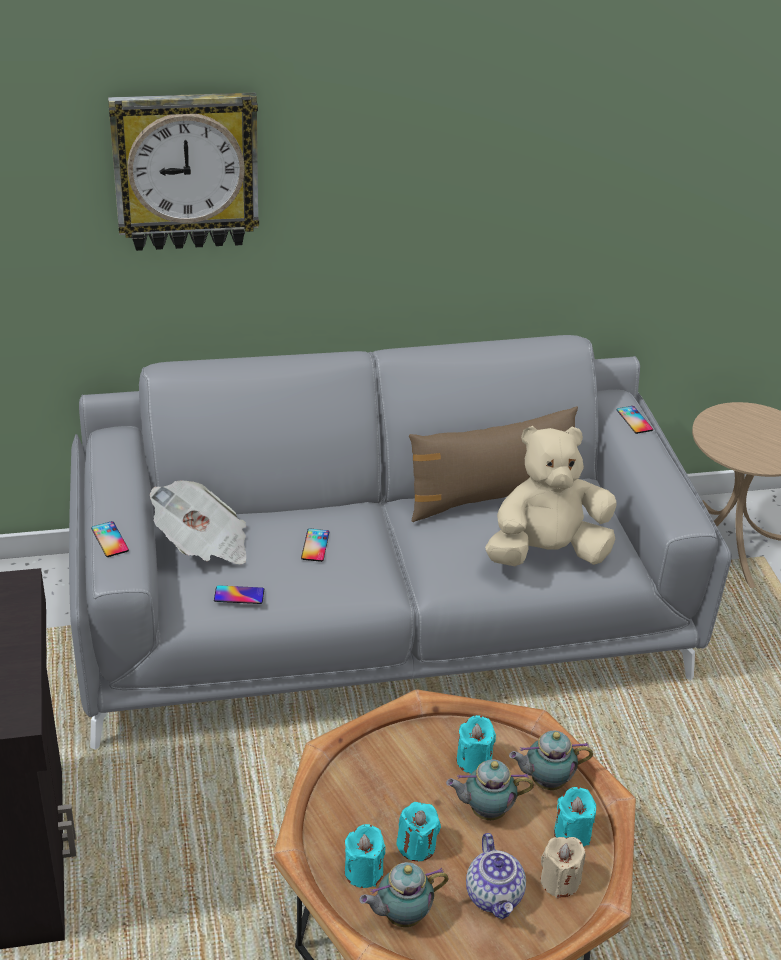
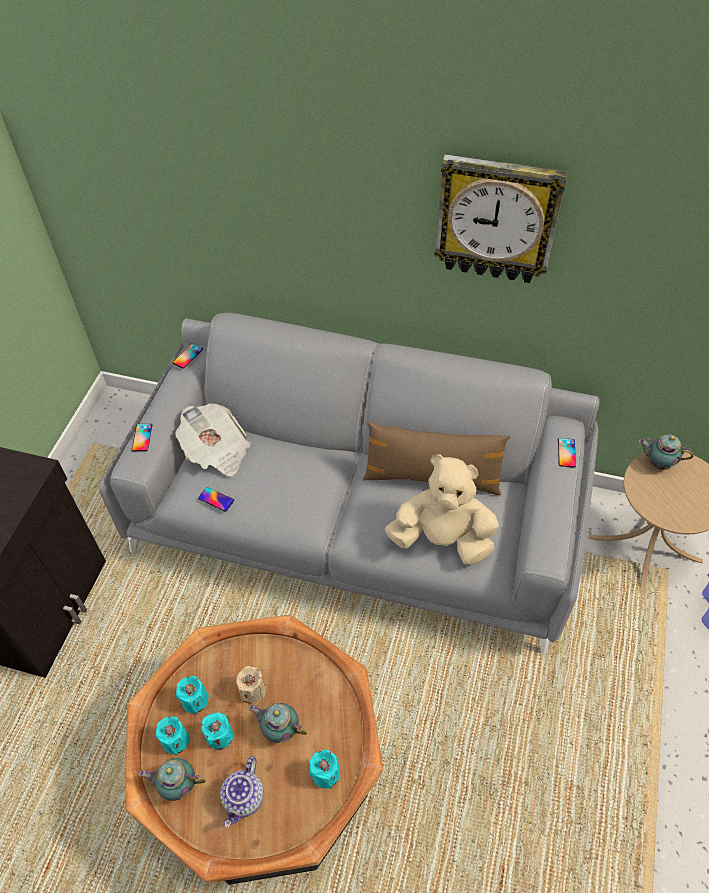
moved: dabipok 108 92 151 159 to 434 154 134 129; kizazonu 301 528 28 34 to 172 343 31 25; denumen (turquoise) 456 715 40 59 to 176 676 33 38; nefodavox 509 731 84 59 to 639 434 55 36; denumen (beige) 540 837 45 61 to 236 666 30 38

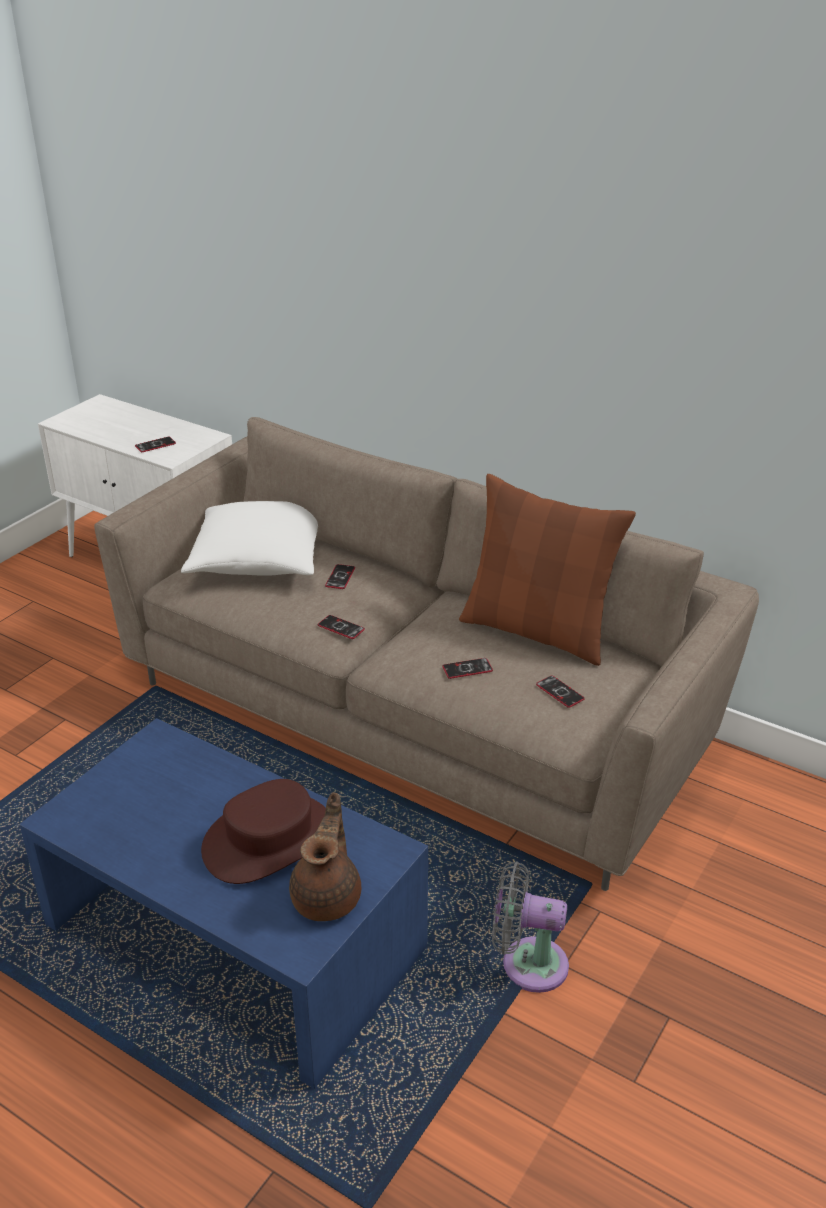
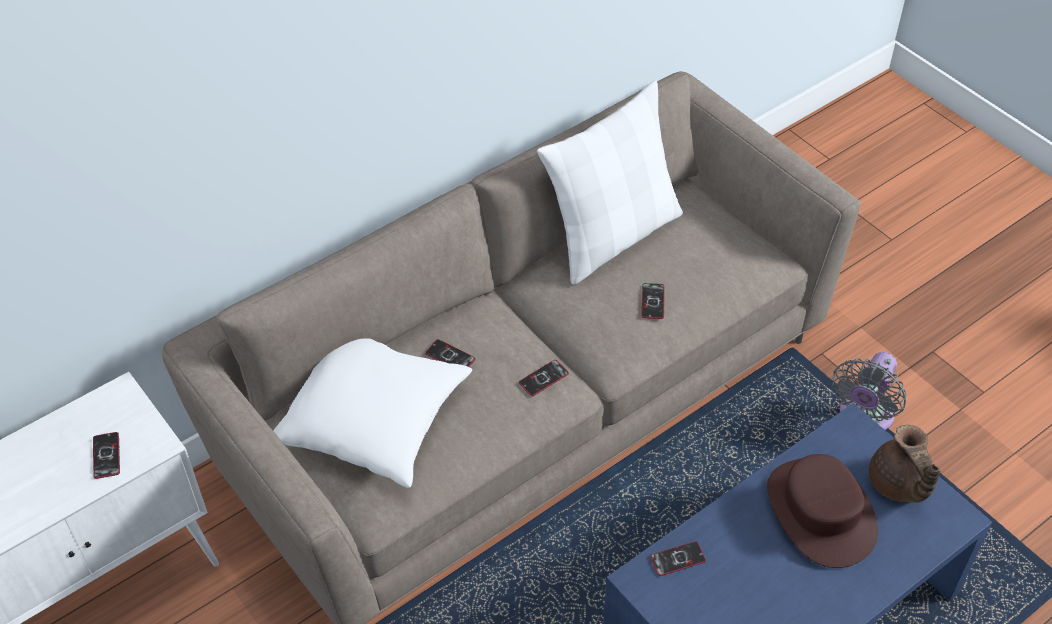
moved: kizazonu 536 675 49 33 to 650 541 56 35
recoloured: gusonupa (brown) 459 474 177 192 to gusonupa (white) 537 80 146 205
turned: nefodavox (brown) 289 792 72 129 = 869 425 71 78 135 degrees counterclockwise

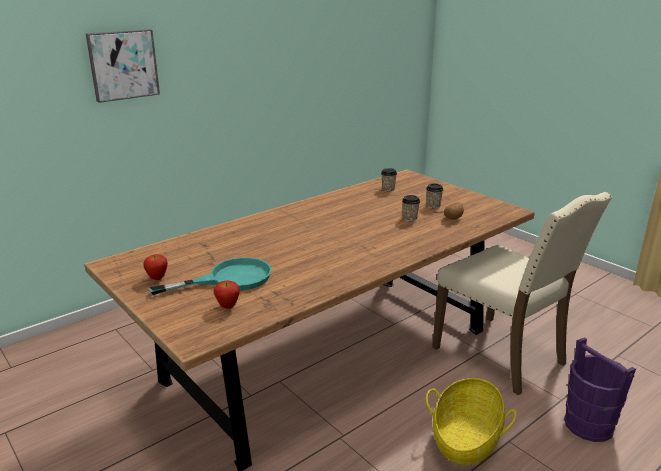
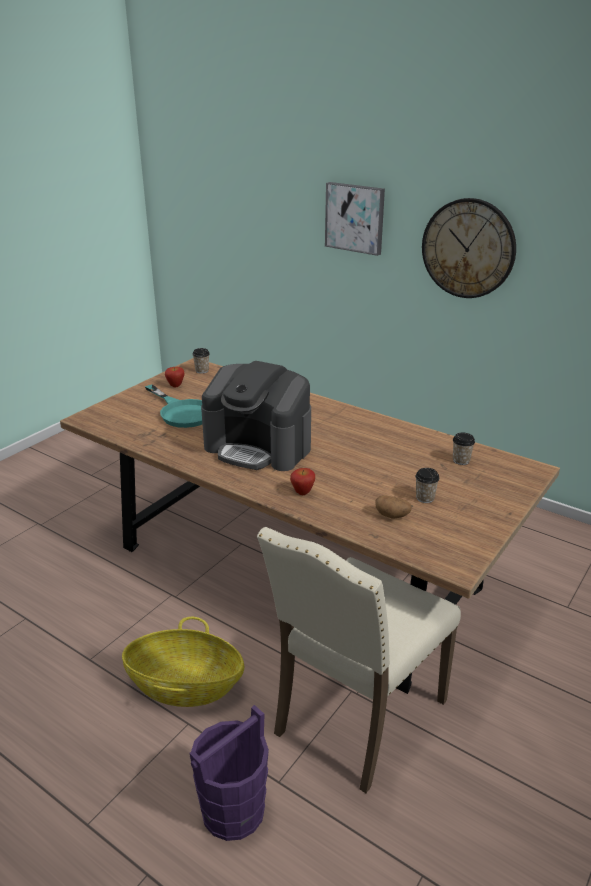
added: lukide 201 361 110 110; dabipok 422 198 94 100
moved: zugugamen 214 281 26 28 to 290 468 25 27; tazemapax 402 195 18 26 to 192 348 18 26

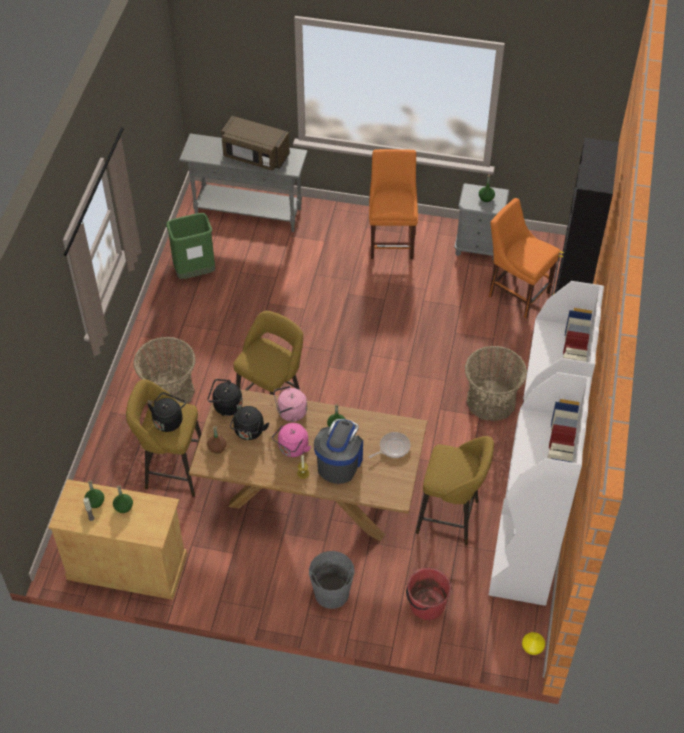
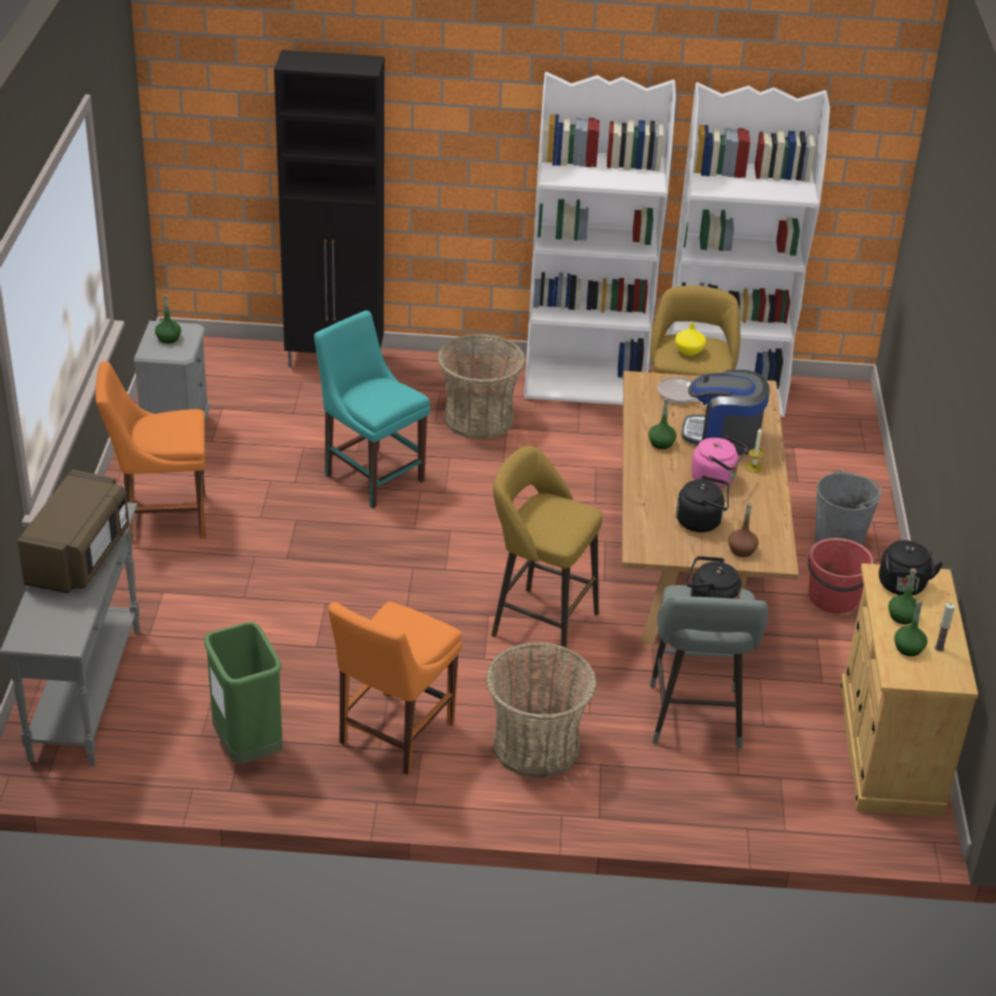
removed: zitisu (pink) 274 386 33 36
added: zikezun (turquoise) 314 310 116 199
moved: zitisu (black) 207 379 36 37 to 879 540 64 55; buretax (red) 406 568 45 52 to 808 538 67 75; zikezun (orange) 489 198 72 120 to 328 602 134 173; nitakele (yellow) 522 632 23 23 to 675 323 31 33
recoloured: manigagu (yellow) 126 379 75 118 to manigagu (grey) 650 585 118 164

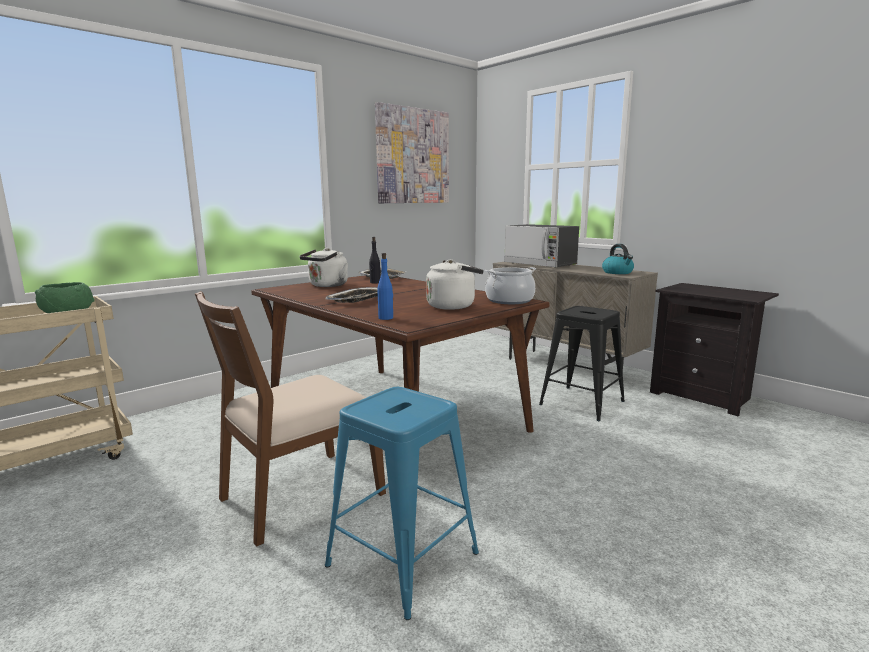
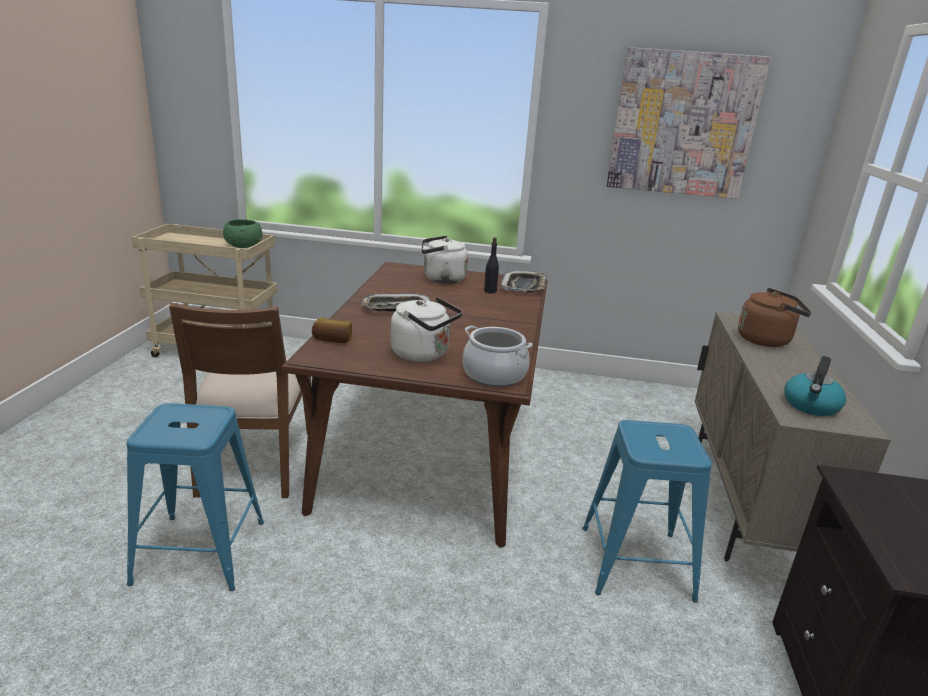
replaced: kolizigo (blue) 377 253 16 67 to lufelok 312 318 40 25; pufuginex 504 224 75 44 to zitisu (brown) 738 288 73 59
recoloured: manigagu (black) 539 306 86 115 to manigagu (blue) 583 420 129 183
turned: zikezun (brown) 195 291 191 256 = 169 303 142 195 105 degrees counterclockwise

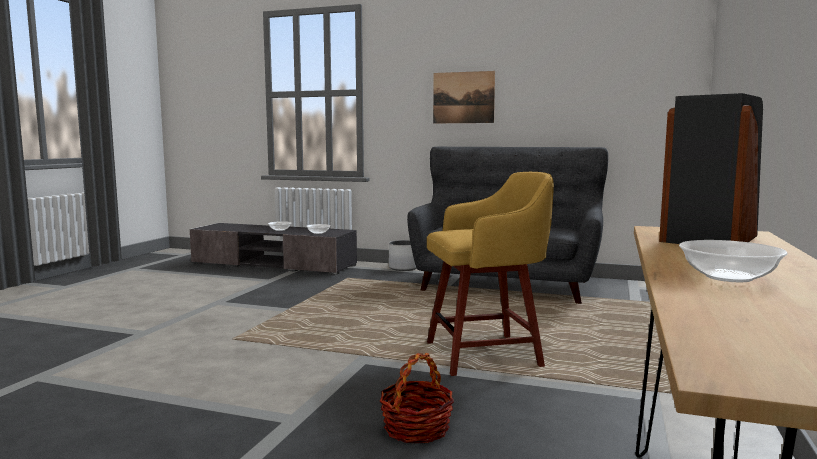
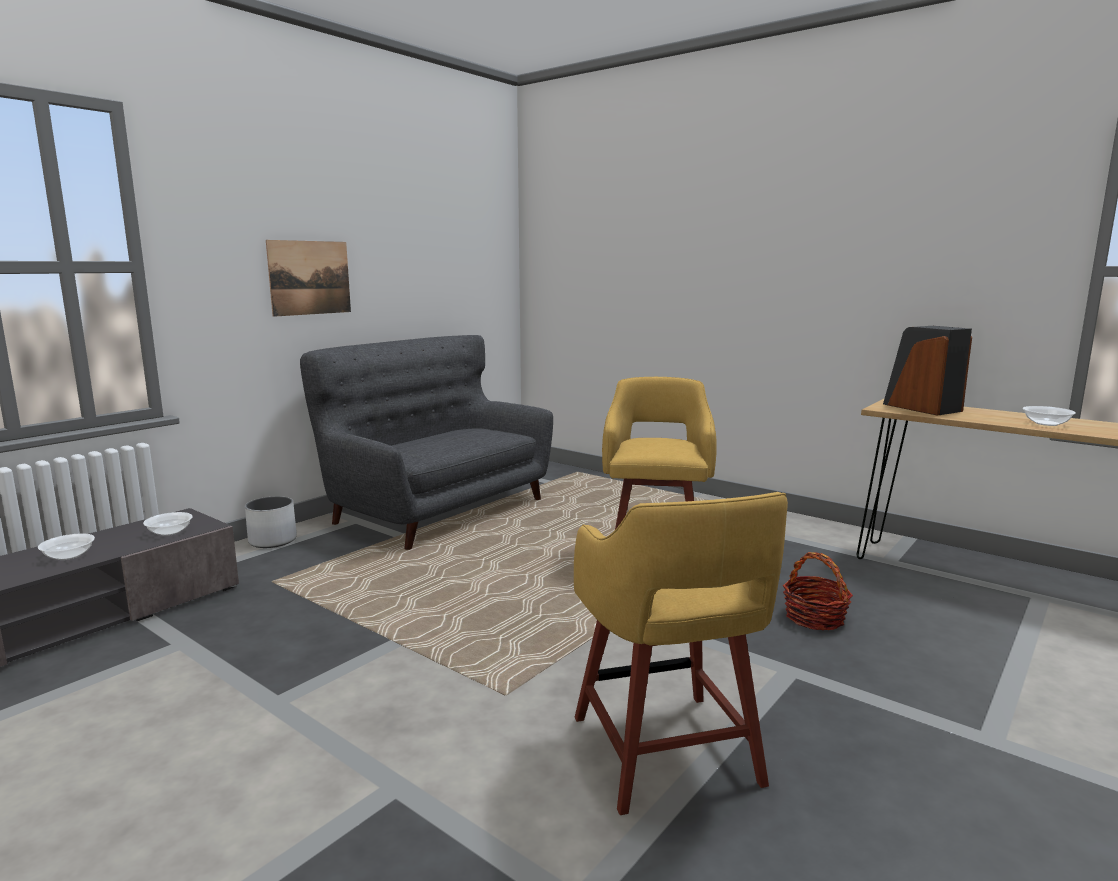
added: manigagu (yellow) 574 492 214 323

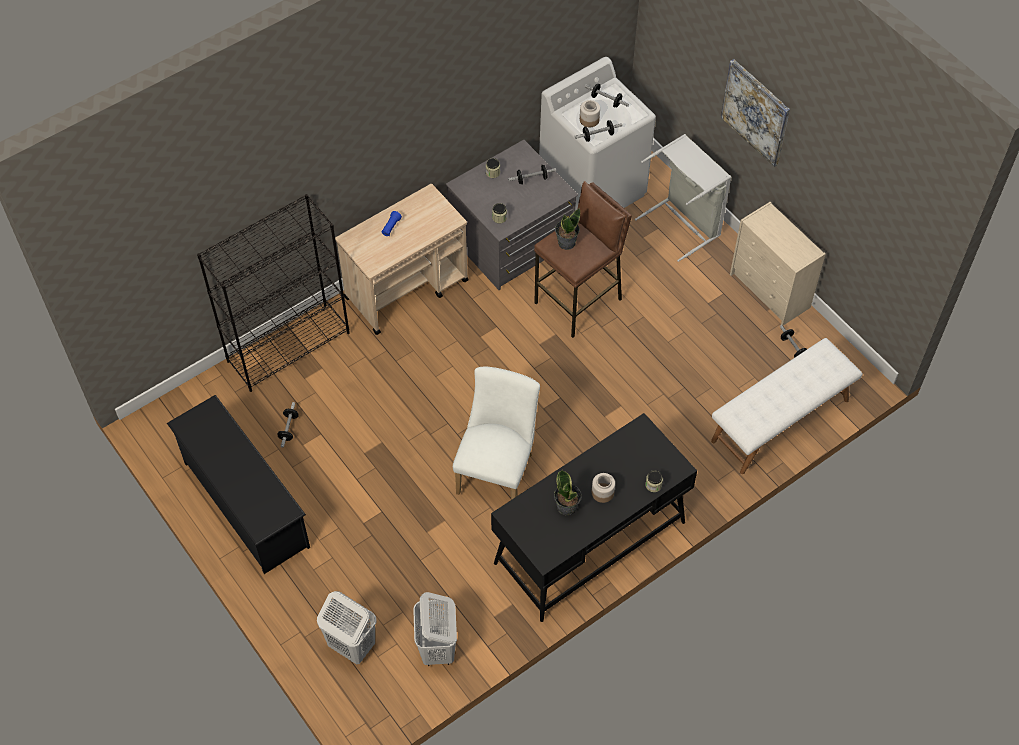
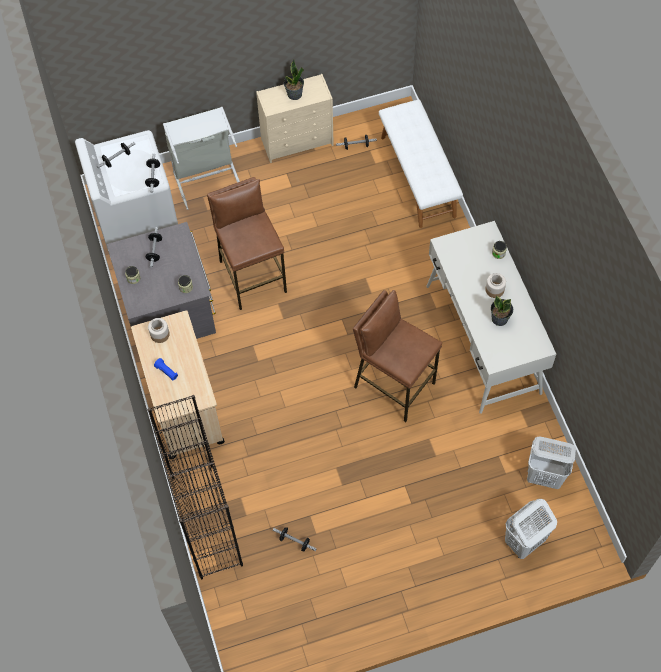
removed: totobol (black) 167 395 143 179; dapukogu 721 59 69 108
moved: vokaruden 555 208 25 42 to 284 58 20 42; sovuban 580 100 20 27 to 148 318 22 25
replaced: zikezun (white) 453 367 87 133 to manigagu (brown) 353 290 89 132
recoloured: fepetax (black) 491 413 206 209 to fepetax (white) 426 221 130 193

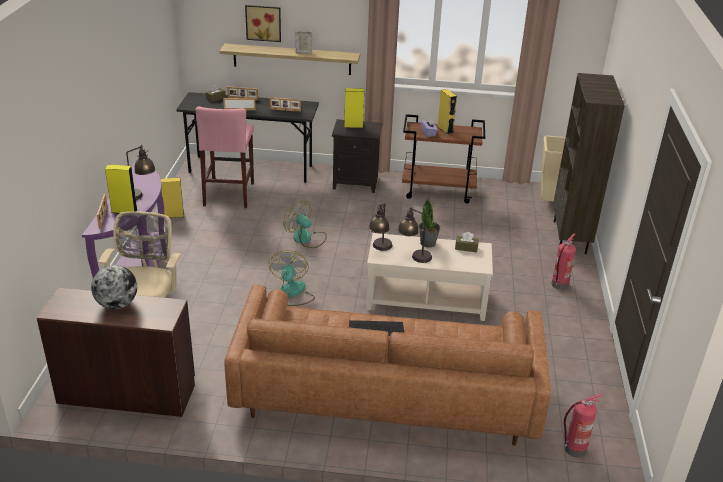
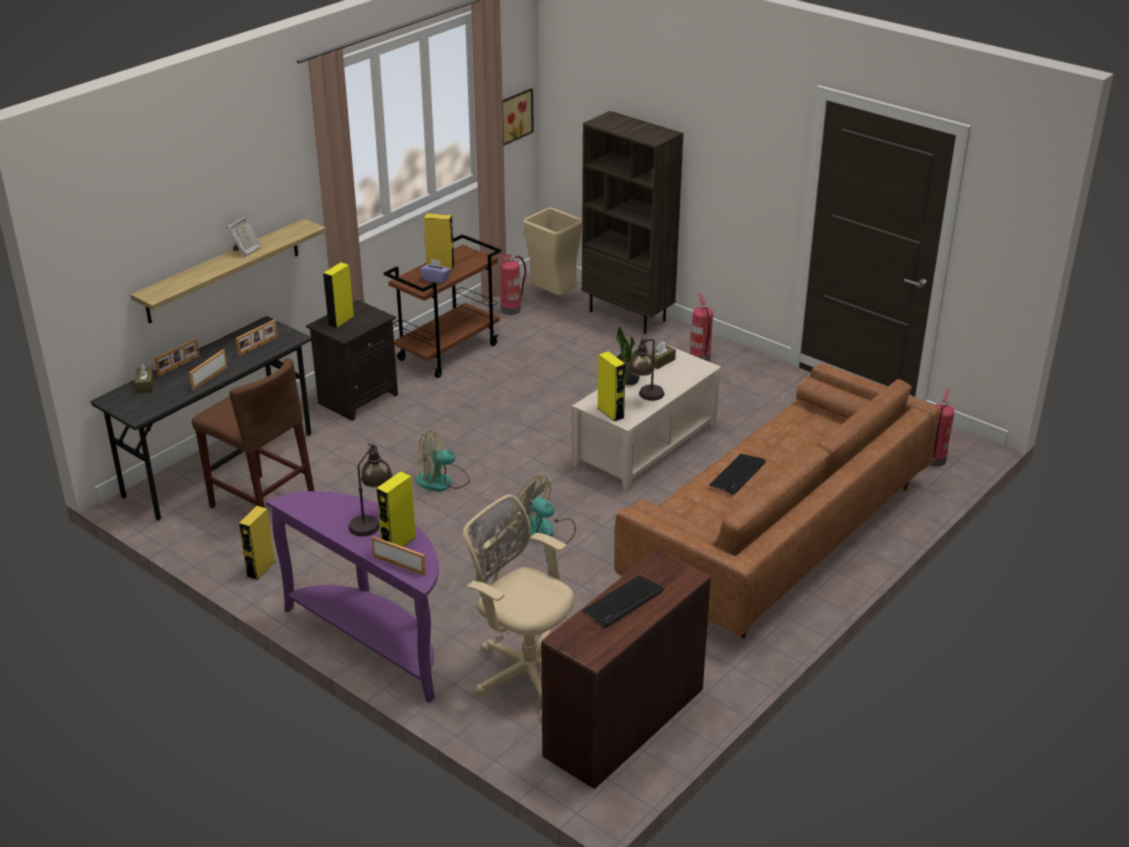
added: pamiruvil 498 254 28 61
moved: dapukogu 245 5 36 37 to 502 88 32 57
replaced: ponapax 91 265 46 44 to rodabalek 582 575 82 52; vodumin 369 203 24 48 to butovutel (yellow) 597 351 28 71
recoloured: manigagu (pink) 196 106 58 102 to manigagu (brown) 192 358 123 150

